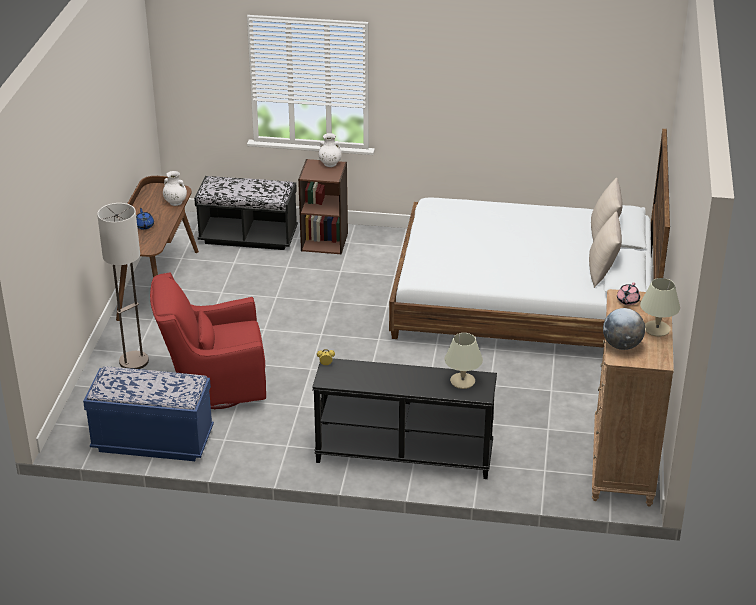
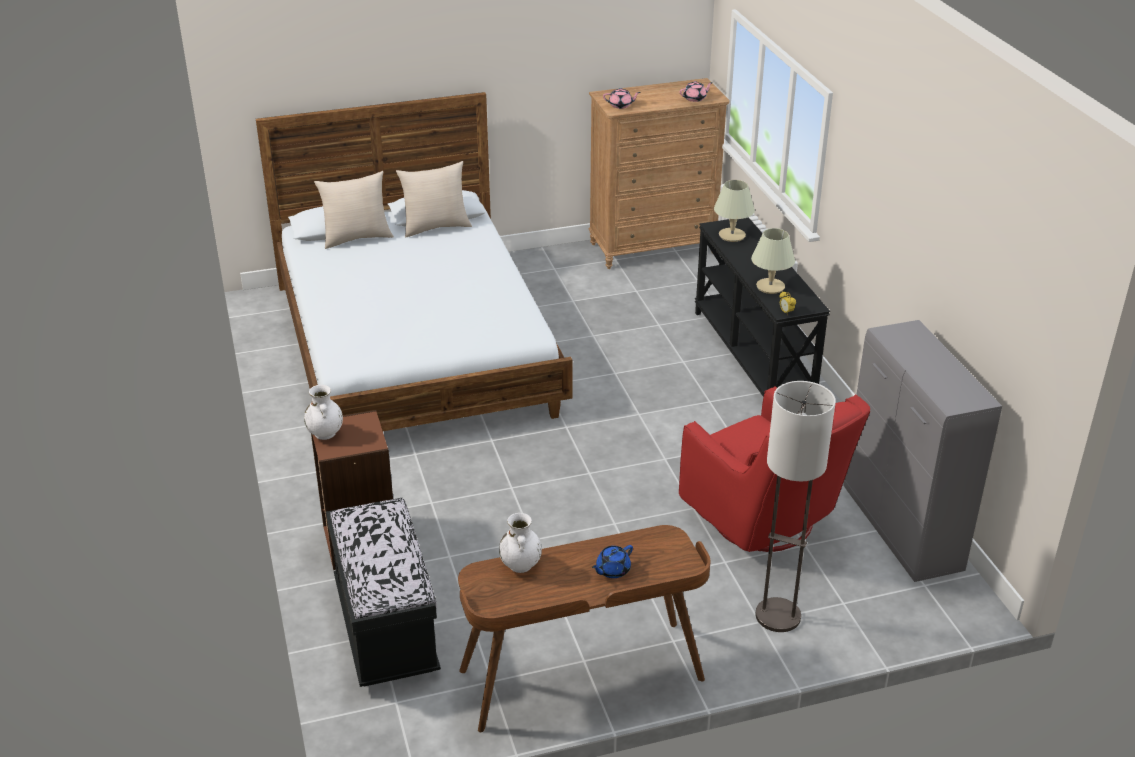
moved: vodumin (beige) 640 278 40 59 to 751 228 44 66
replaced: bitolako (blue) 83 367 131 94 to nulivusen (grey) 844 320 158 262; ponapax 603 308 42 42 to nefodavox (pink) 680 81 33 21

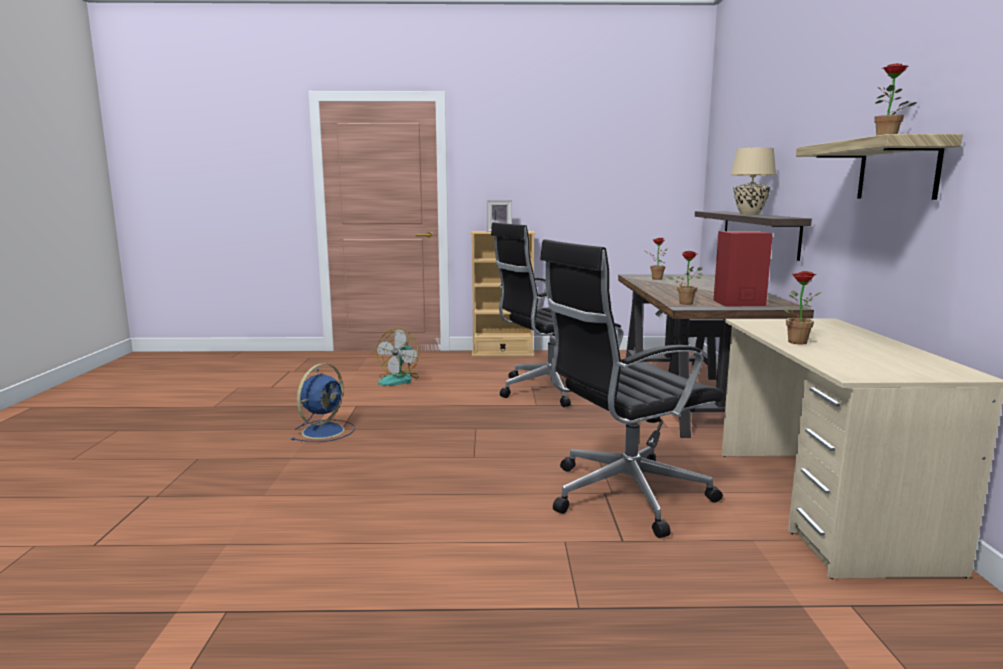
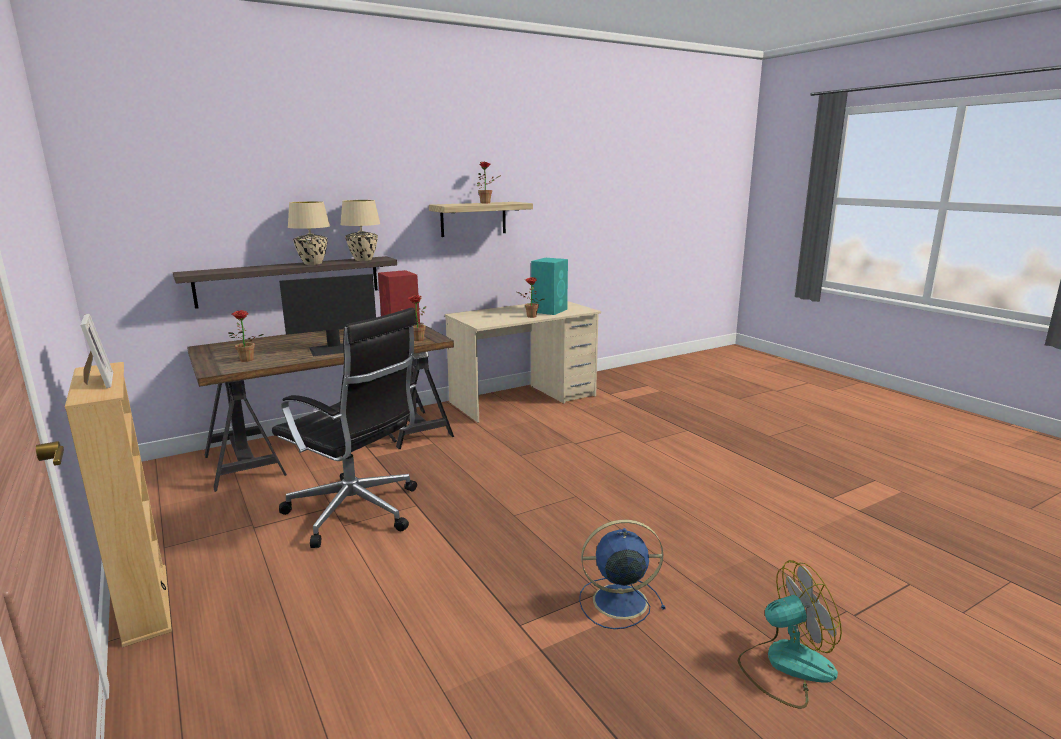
removed: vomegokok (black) 540 239 184 299
added: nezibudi 279 274 97 82; vodumin (beige) 340 200 41 61; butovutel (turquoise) 531 258 37 57
moved: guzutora 376 328 43 58 to 738 560 104 149

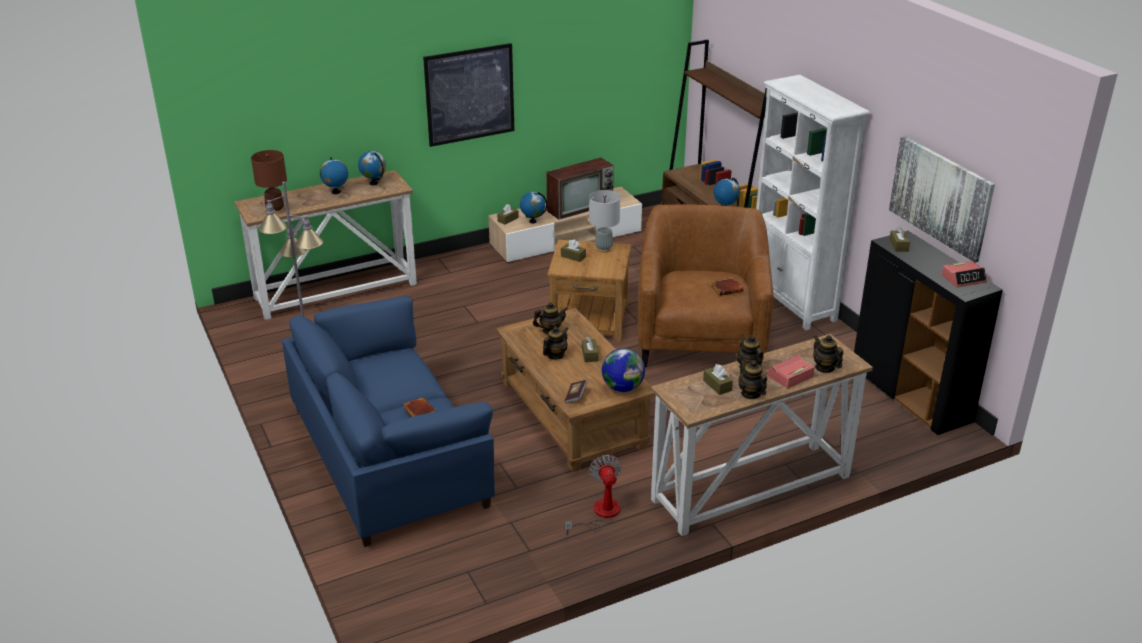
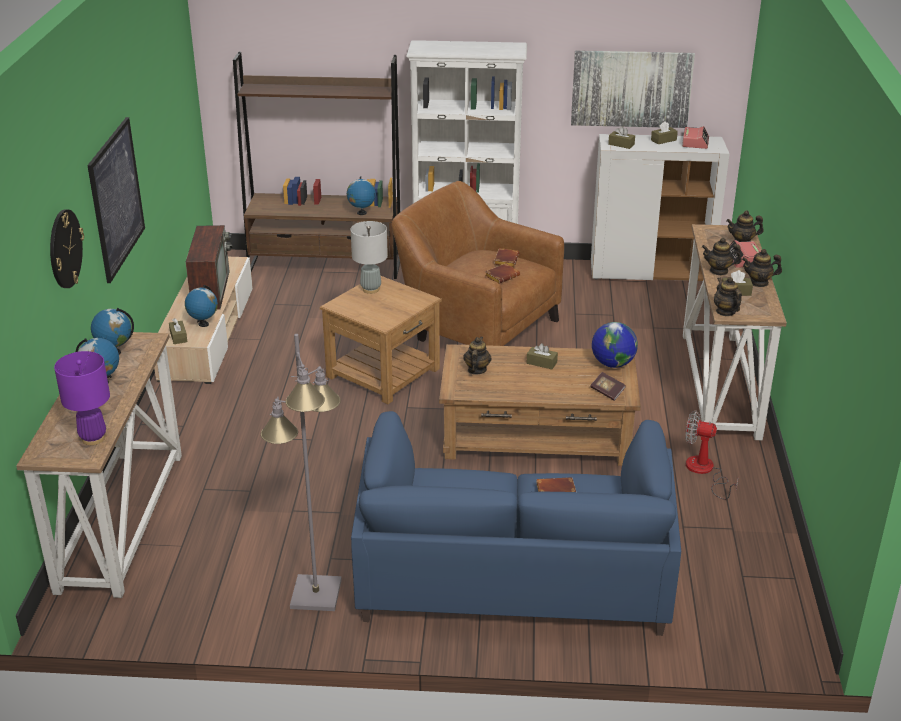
added: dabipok 50 209 34 79; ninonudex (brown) 485 263 35 21
moved: nefodavox 543 326 25 34 to 714 277 28 39; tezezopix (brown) 561 239 25 23 to 651 121 27 23
recoloured: vodumin (brown) 251 150 36 64 to vodumin (purple) 54 351 56 94; nulivusen (black) 854 231 149 204 to nulivusen (white) 591 134 139 147

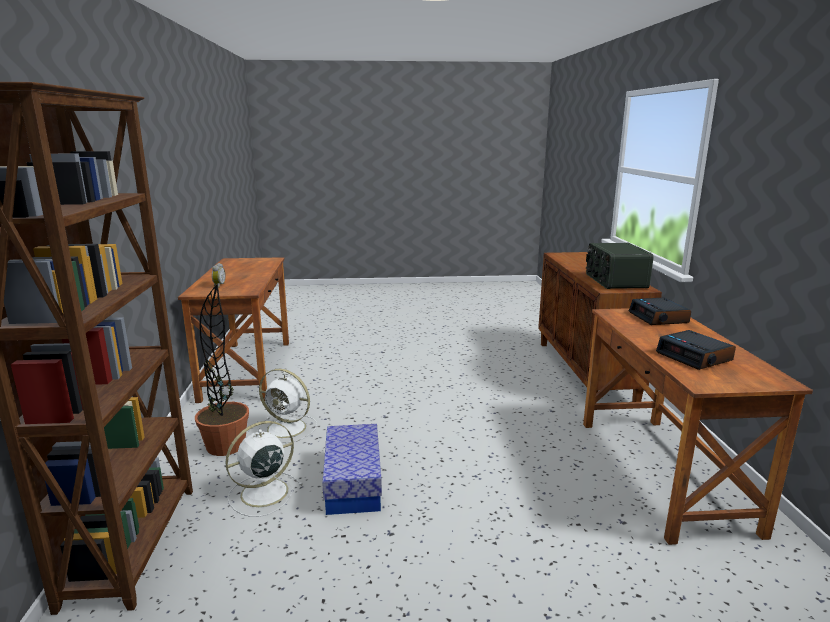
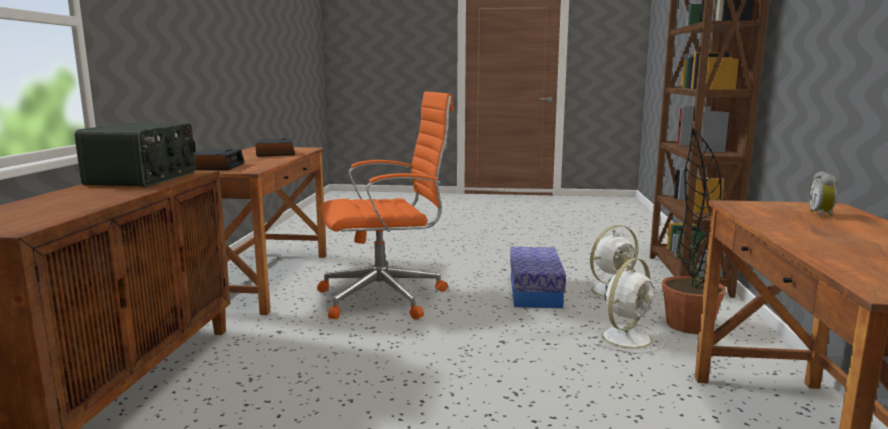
added: vomegokok (orange) 317 92 136 227
turned: guzutora (white) 258 369 59 74 = 593 258 72 95 105 degrees clockwise

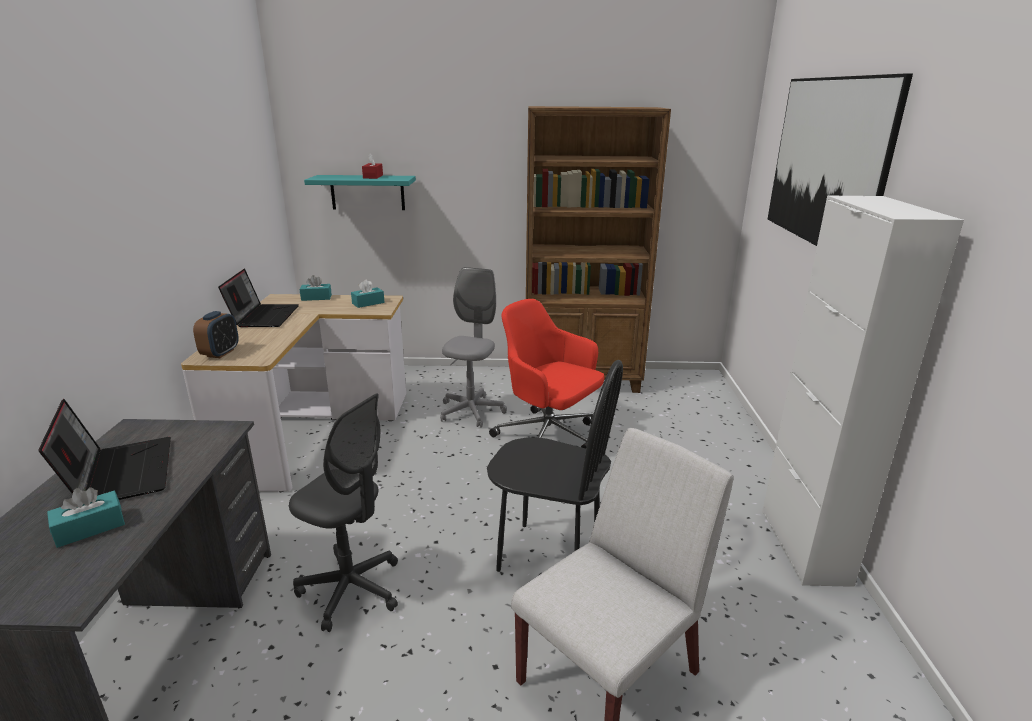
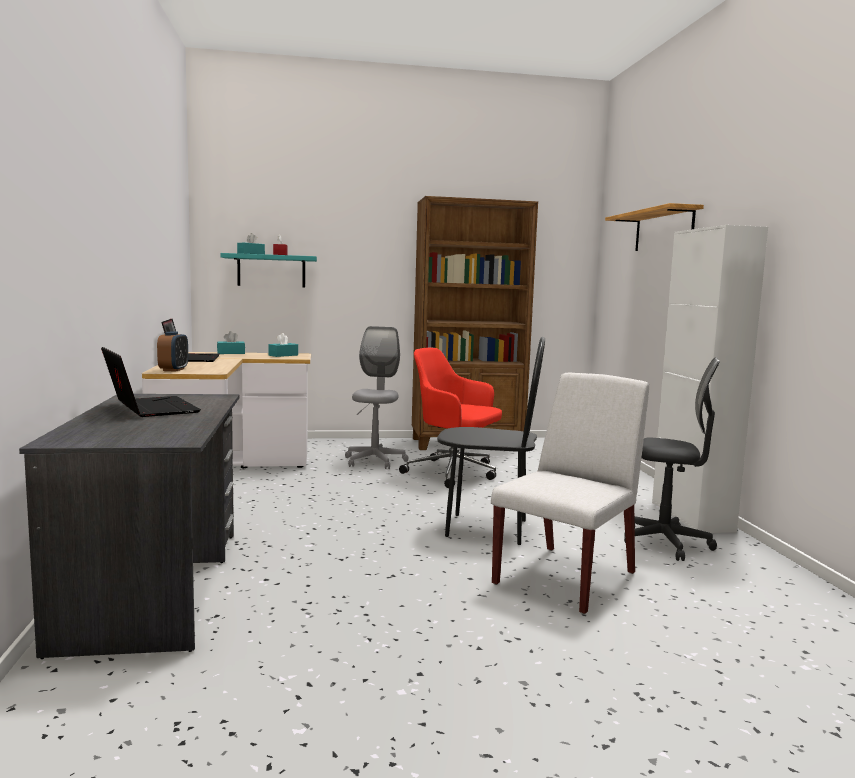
moved: tezezopix (turquoise) 47 487 78 61 to 237 233 28 21; vomegokok (grey) 289 393 109 239 to 624 357 96 204
replaced: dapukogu 767 73 146 173 to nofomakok 605 203 99 48

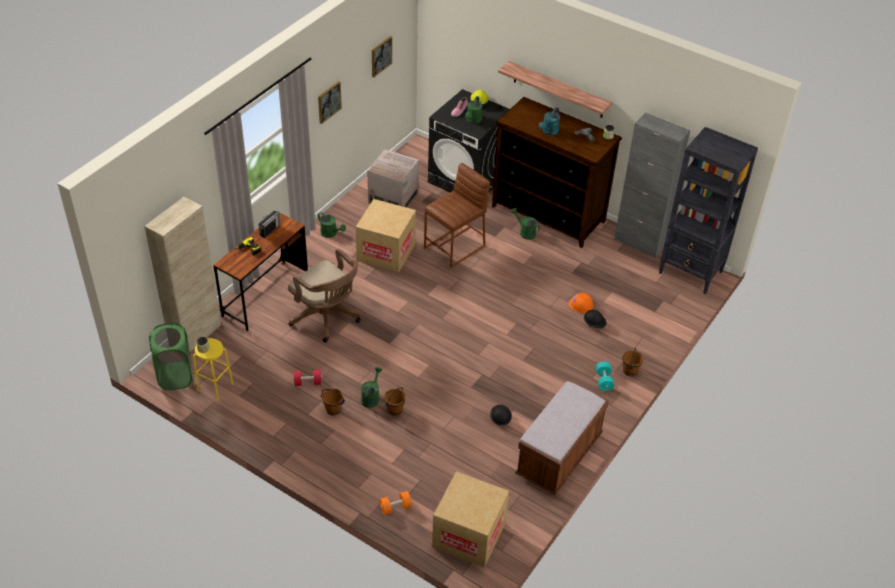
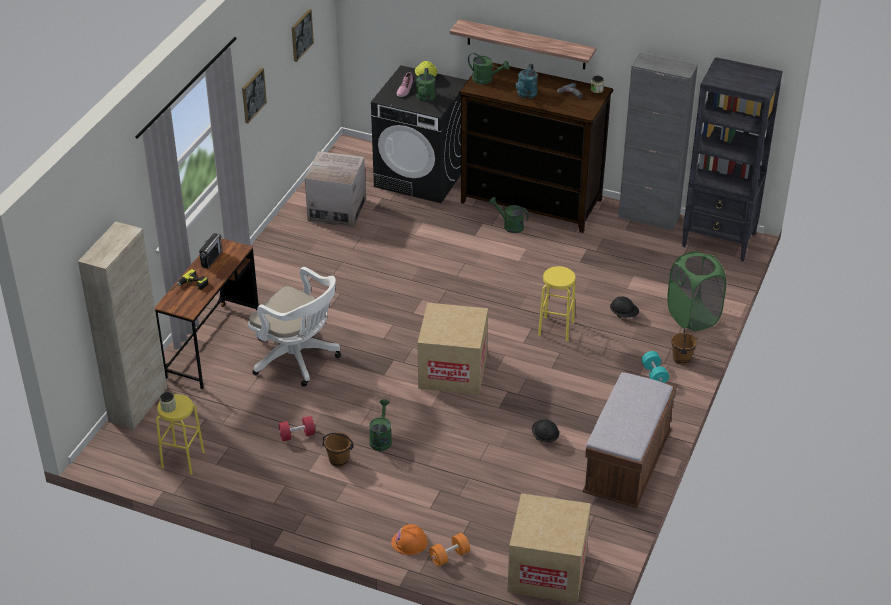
removed: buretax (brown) 384 387 22 29; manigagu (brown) 424 163 66 105
added: manigagu (yellow) 538 266 38 75
moved: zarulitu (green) 149 323 44 67 to 667 251 59 80; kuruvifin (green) 318 212 28 26 to 468 53 42 31; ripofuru 356 199 60 73 to 418 302 70 93; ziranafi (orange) 568 293 25 20 to 391 524 37 31
recoloured: vomegokok (brown) 288 248 73 94 to vomegokok (white) 248 267 93 120

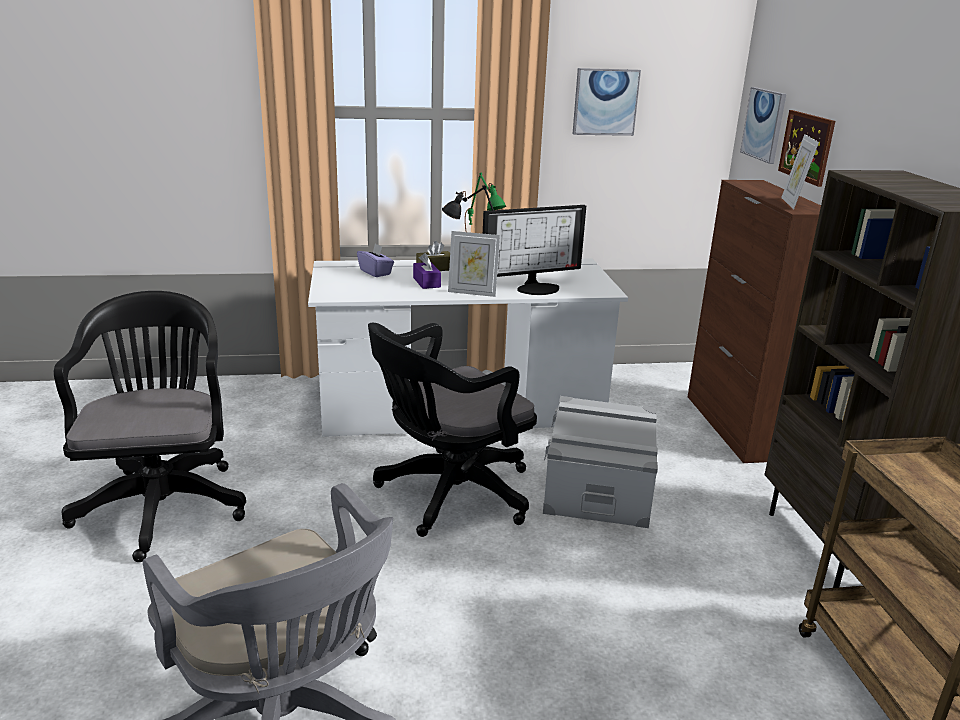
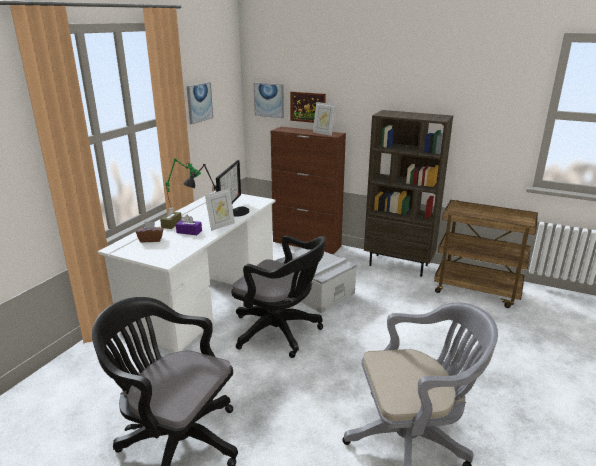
recoloured: tezezopix (purple) 357 243 37 34 to tezezopix (brown) 136 221 28 21
turned: vomegokok (black) 368 323 169 214 = 232 235 94 123 60 degrees counterclockwise

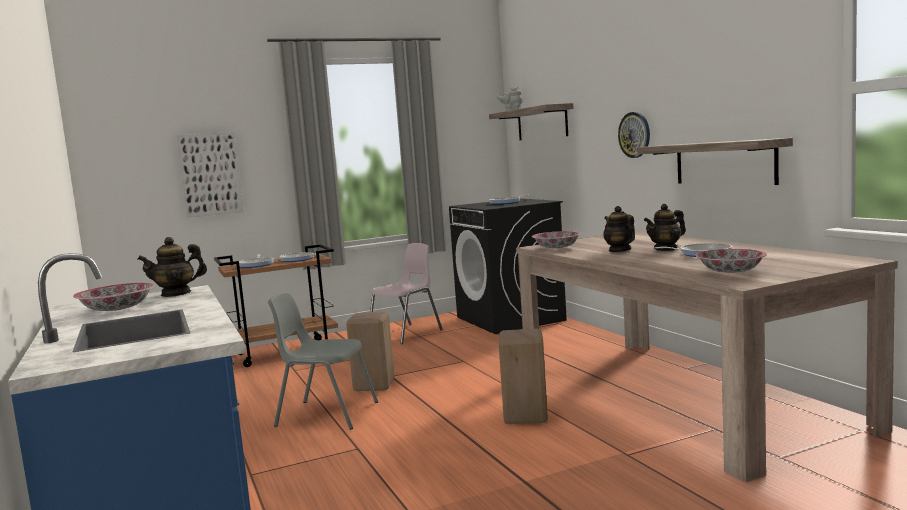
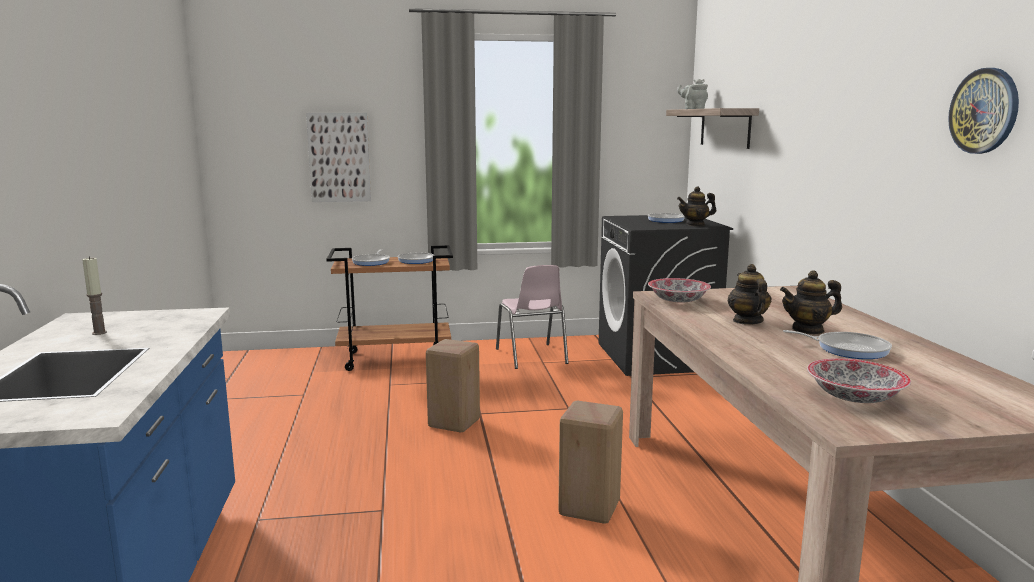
removed: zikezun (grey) 268 292 110 138; nofomakok 637 138 156 47
moved: nefodavox 138 237 69 60 to 677 186 39 40; dabipok 618 112 32 46 to 948 68 71 86
replaced: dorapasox 73 283 81 28 to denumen 82 256 25 79
turned: zikezun (pink) 370 243 73 101 = 496 265 72 104 105 degrees clockwise

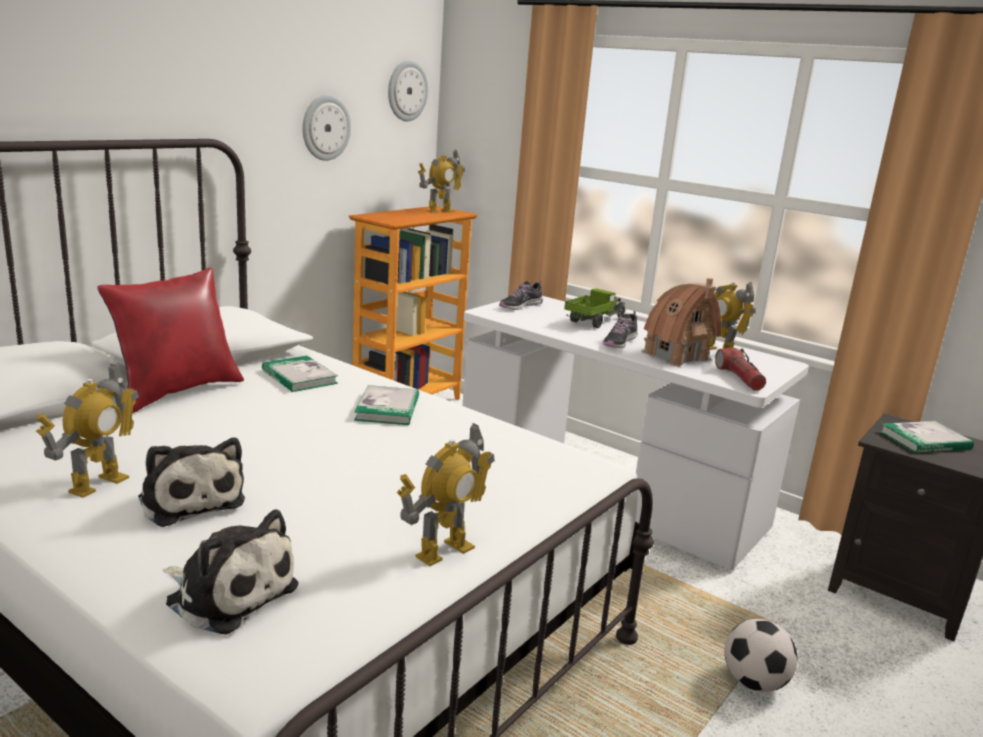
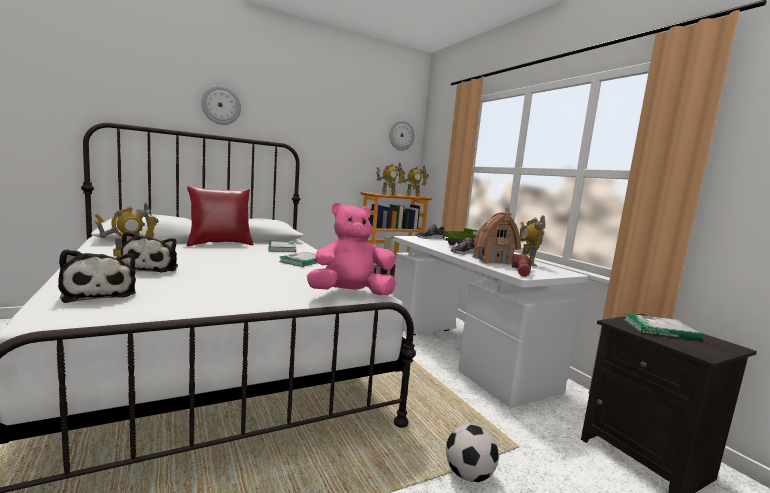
added: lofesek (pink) 307 203 89 92
moved: dabipok 302 95 49 66 to 201 86 40 39; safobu 397 423 98 143 to 376 162 29 33

